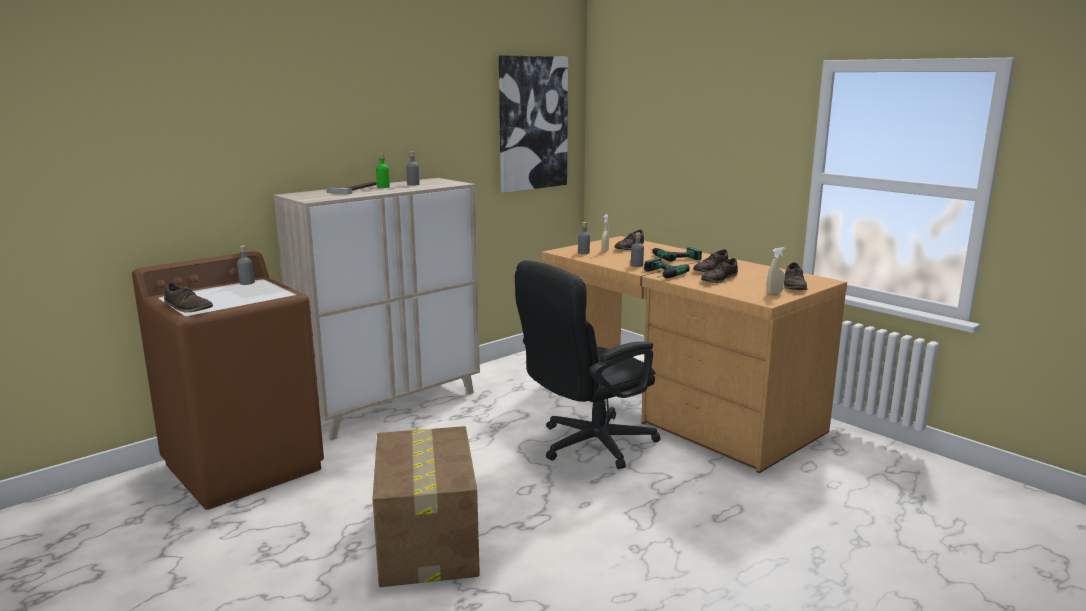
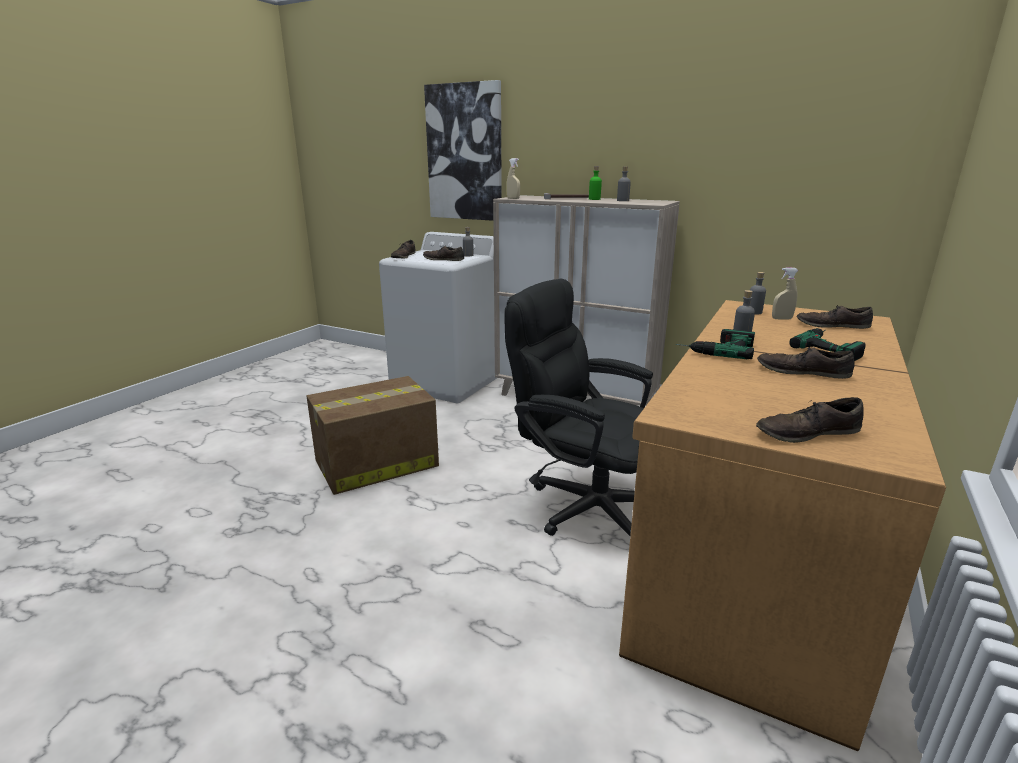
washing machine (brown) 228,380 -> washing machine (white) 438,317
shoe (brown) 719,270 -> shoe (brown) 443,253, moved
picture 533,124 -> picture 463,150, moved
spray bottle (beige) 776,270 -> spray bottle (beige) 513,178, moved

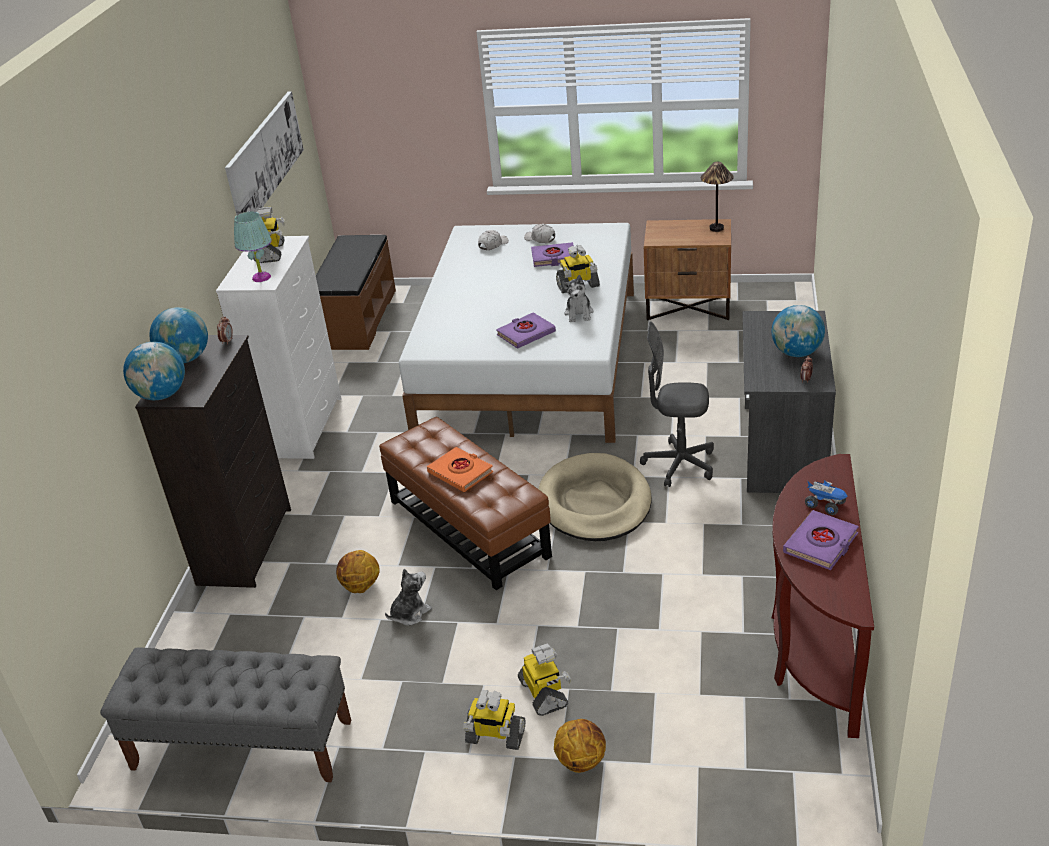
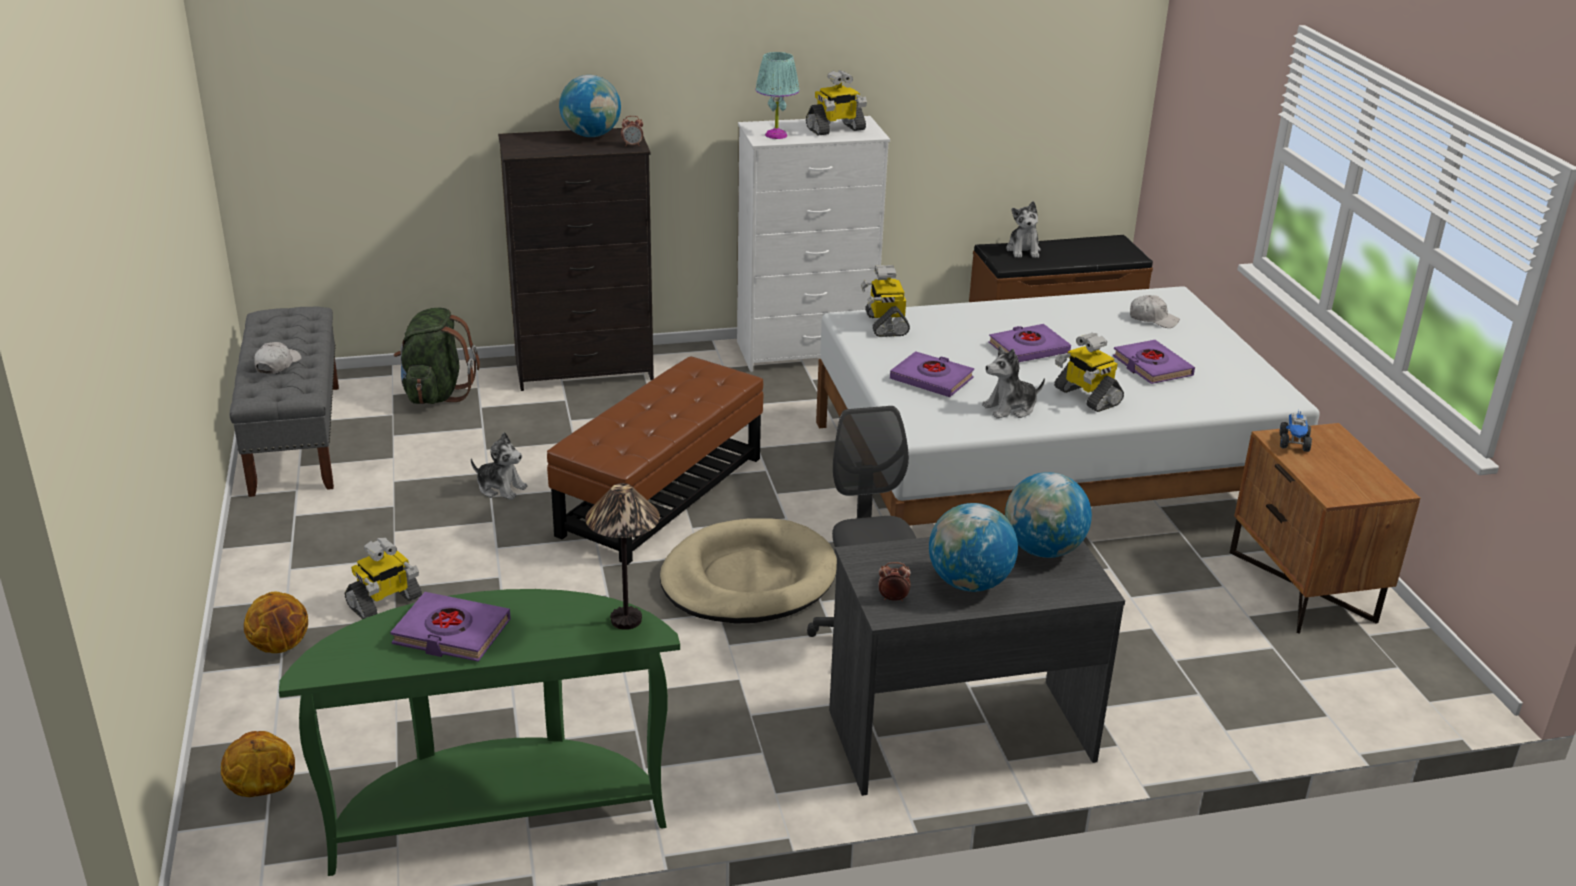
basketball 358,571 -> basketball 258,764, moved
cap (white) 539,233 -> cap (white) 277,358, moved
console table (brown) 823,596 -> console table (green) 479,732
none -> backpack (green) 437,355
table lamp 717,197 -> table lamp 622,556, moved
toy robot 494,720 -> toy robot 885,301, moved
none -> book (purple) 1029,343
globe 154,371 -> globe 1048,515, moved
none -> plush toy 1023,229
toy truck 826,497 -> toy truck 1295,431, moved
picture 264,153 -> none
book (orange) 460,469 -> none

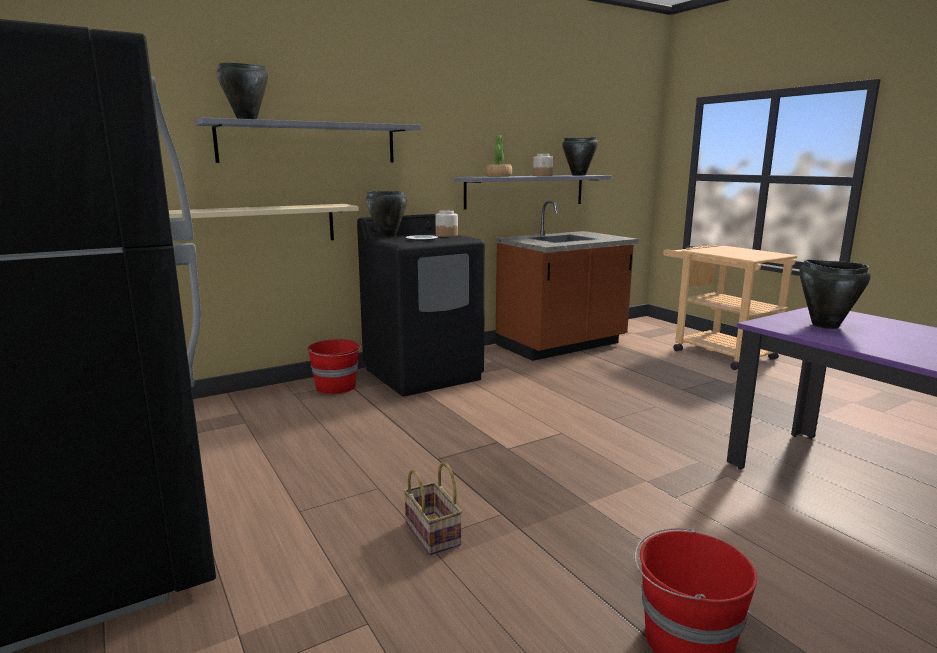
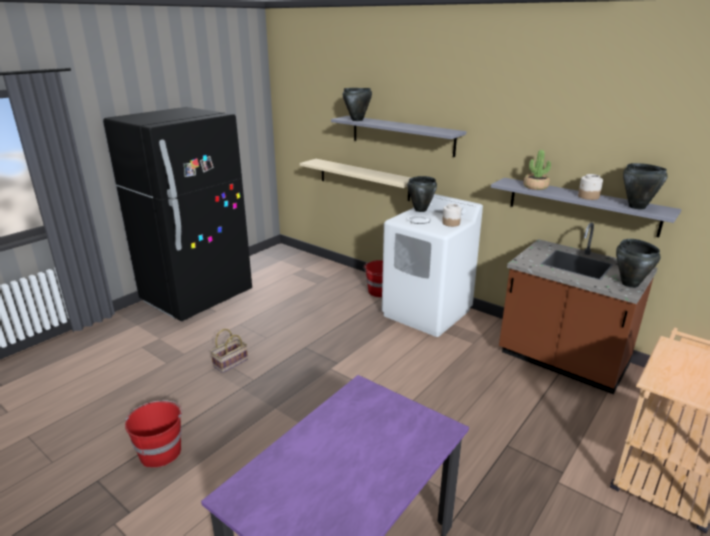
washing machine (black) 421,305 -> washing machine (white) 432,265
cooking pot (black) 835,294 -> cooking pot (black) 638,263, moved

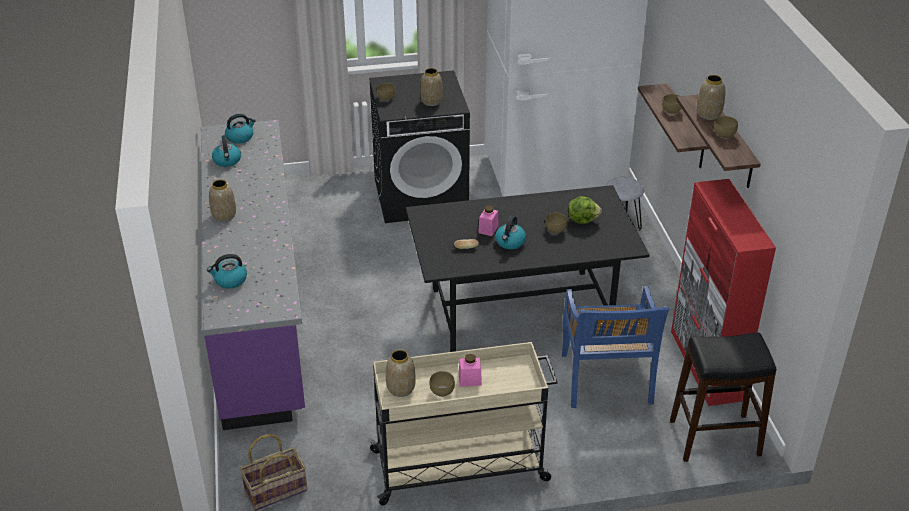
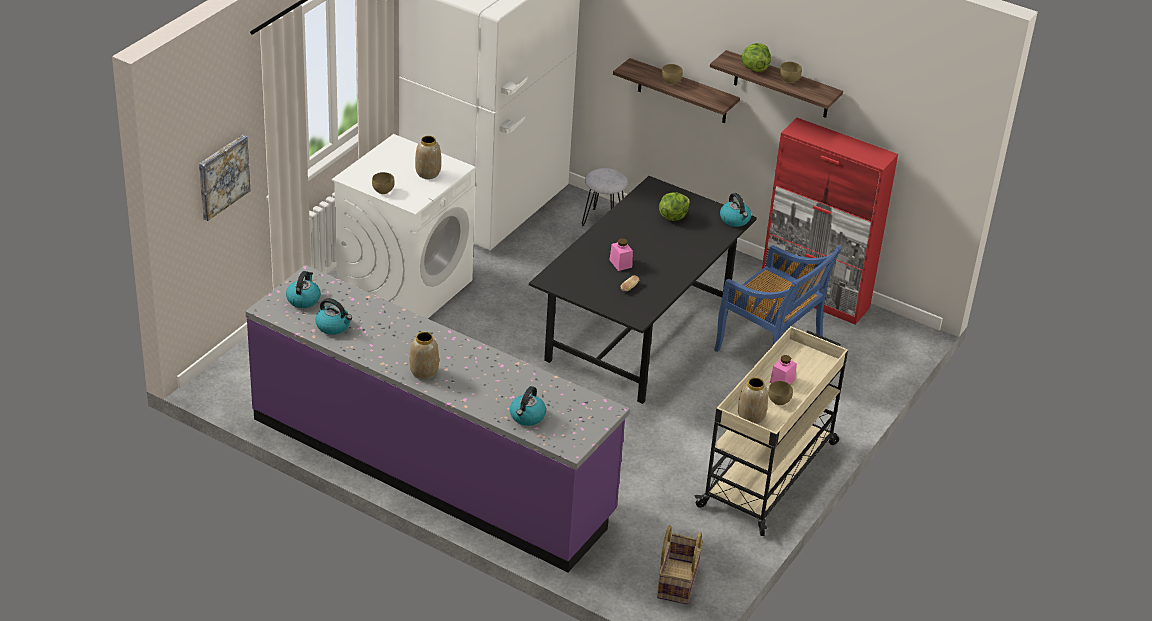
none -> picture 225,178
washing machine (black) 419,146 -> washing machine (white) 403,226
kettle 510,232 -> kettle 735,210, moved
vase 711,97 -> lettuce 756,57
bowl (brown) 556,223 -> none
stool (black) 723,397 -> none

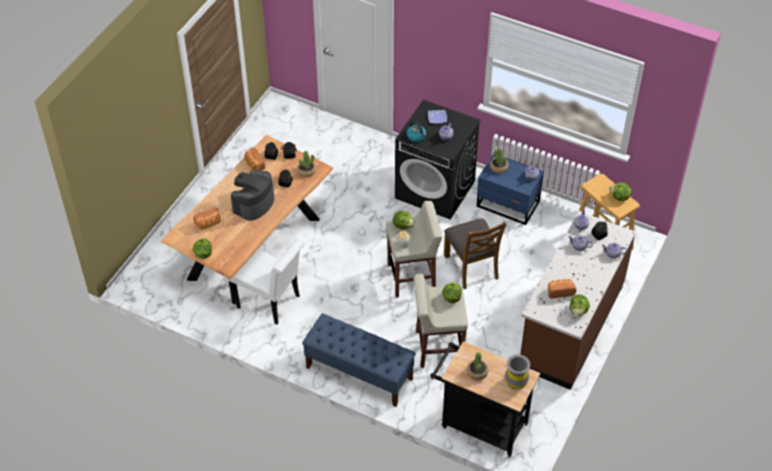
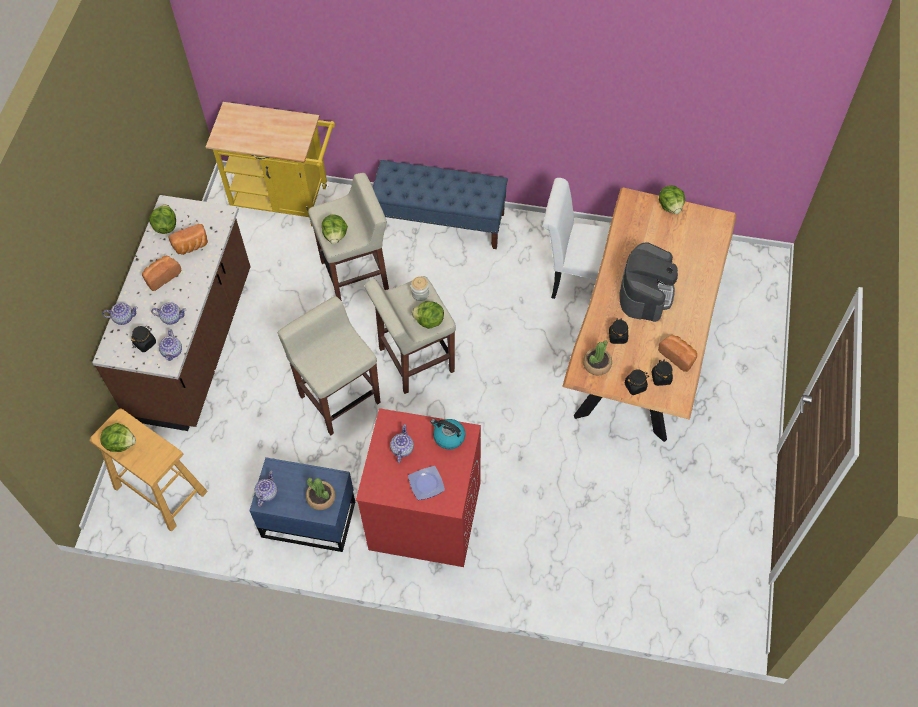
bread 207,218 -> bread 161,273, moved
cart (black) 485,399 -> cart (yellow) 270,164
chair (brown) 475,254 -> stool (beige) 329,365
washing machine (black) 437,159 -> washing machine (red) 418,487
potted plant 478,366 -> none
vase (grey) 518,372 -> none

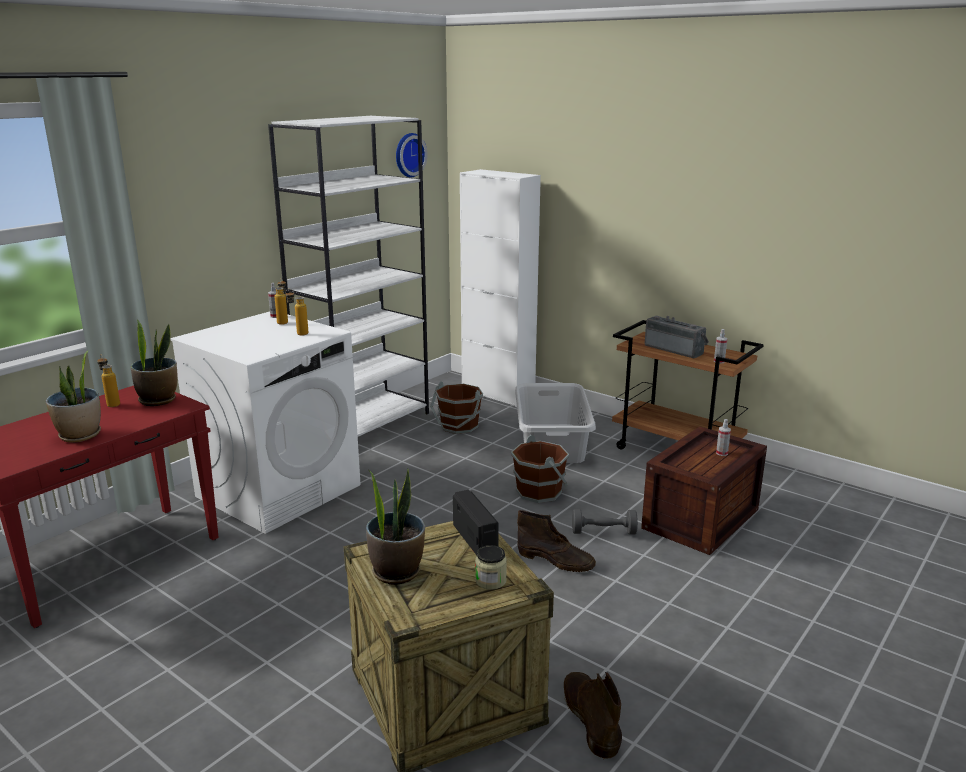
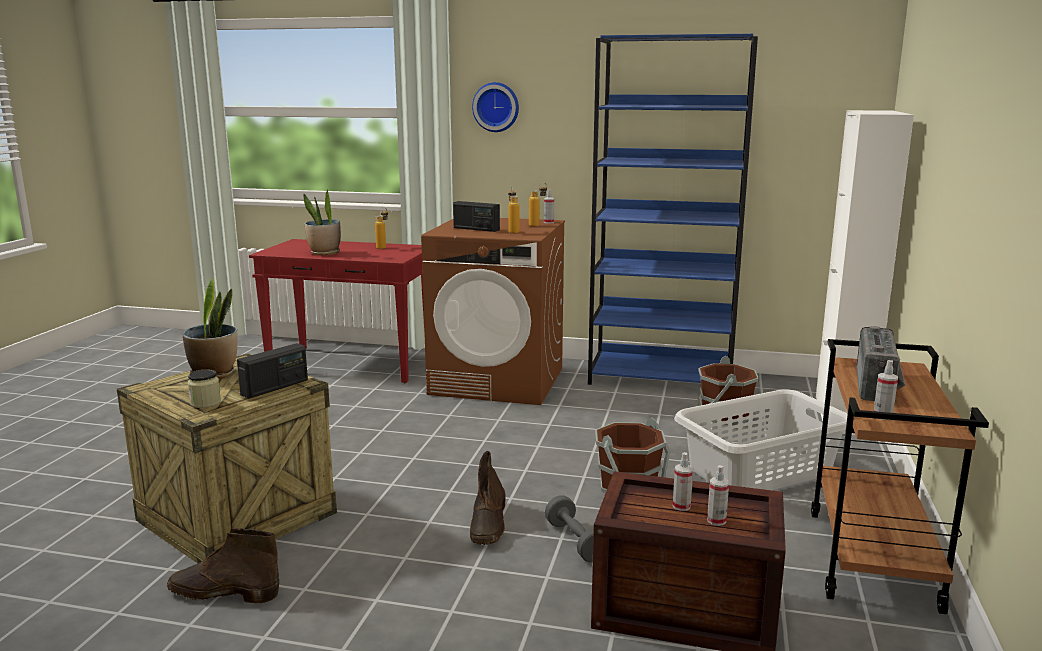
boot (brown) 593,715 -> boot (brown) 223,565, 135 degrees counterclockwise
washing machine (white) 265,422 -> washing machine (brown) 493,311
none -> radio 476,216
wall clock 411,155 -> wall clock 495,107, moved
bookcase (white) 348,276 -> bookcase (blue) 673,209
none -> spray bottle 683,481
potted plant 154,363 -> none

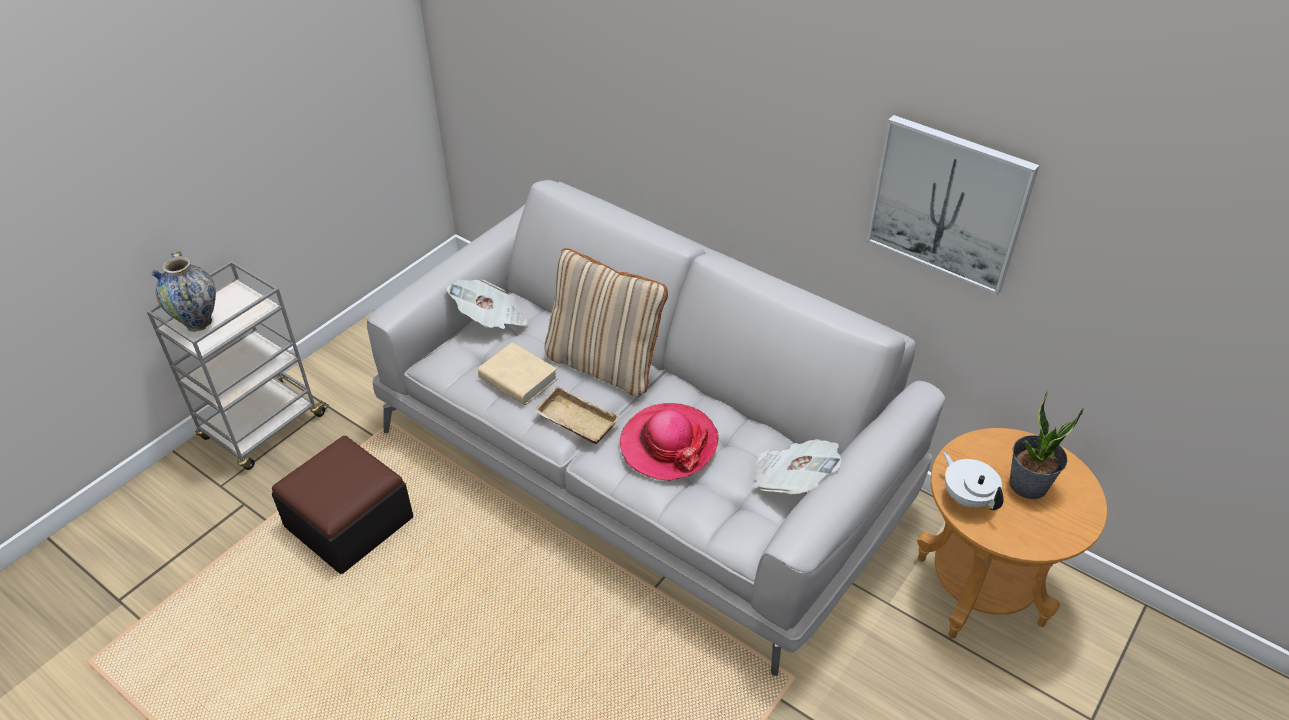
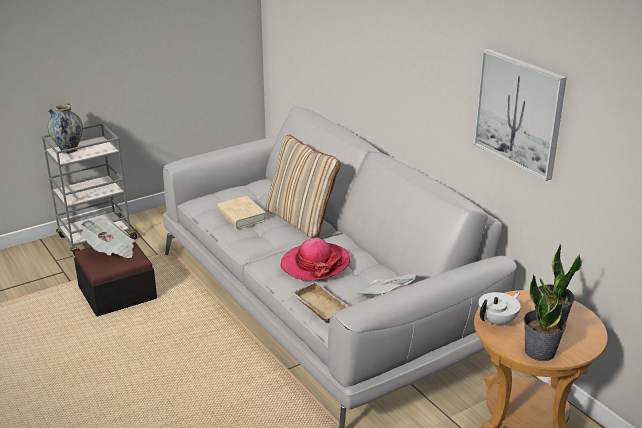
newspaper 487,304 -> newspaper 108,238, moved
tray (beige) 576,415 -> tray (beige) 320,302, moved
teapot (white) 973,481 -> teapot (white) 499,309, 60 degrees clockwise
none -> potted plant 545,318

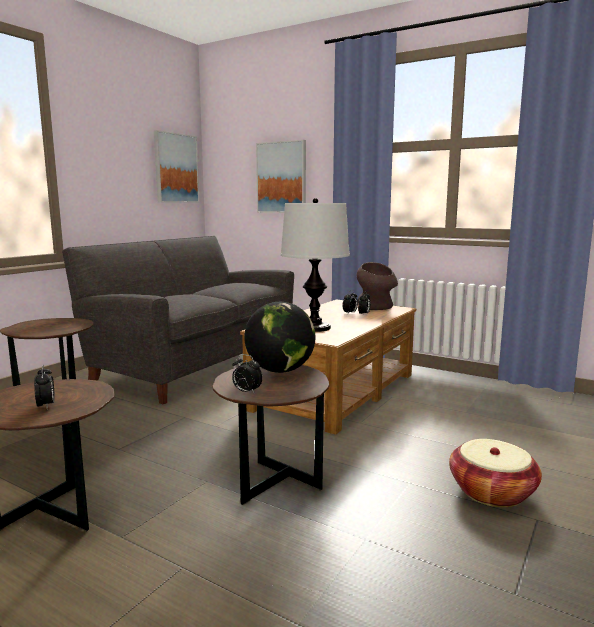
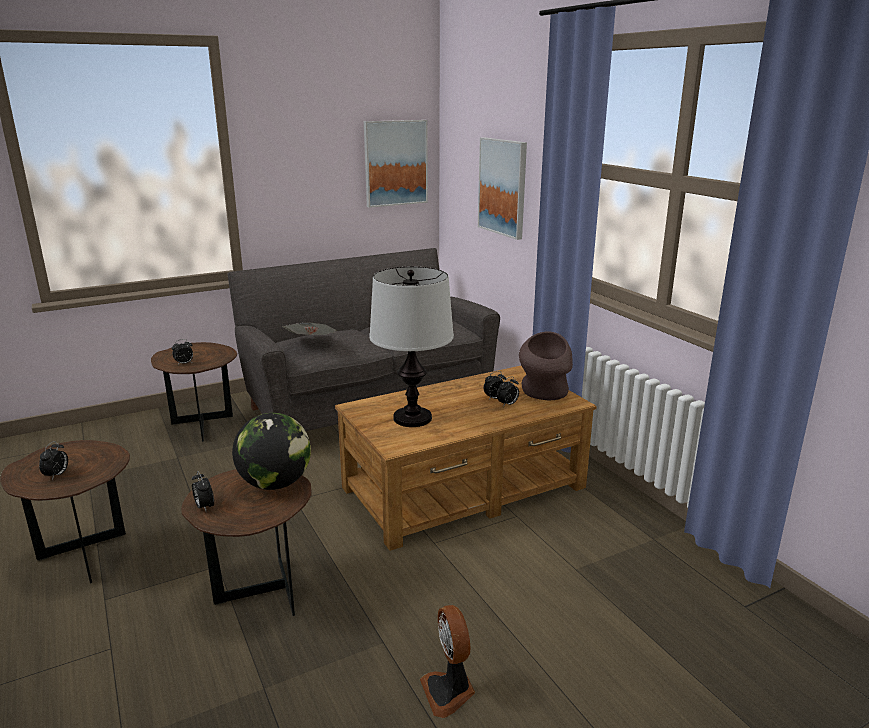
none -> alarm clock 182,352
none -> newspaper 309,329
basket 495,473 -> fan 447,661

